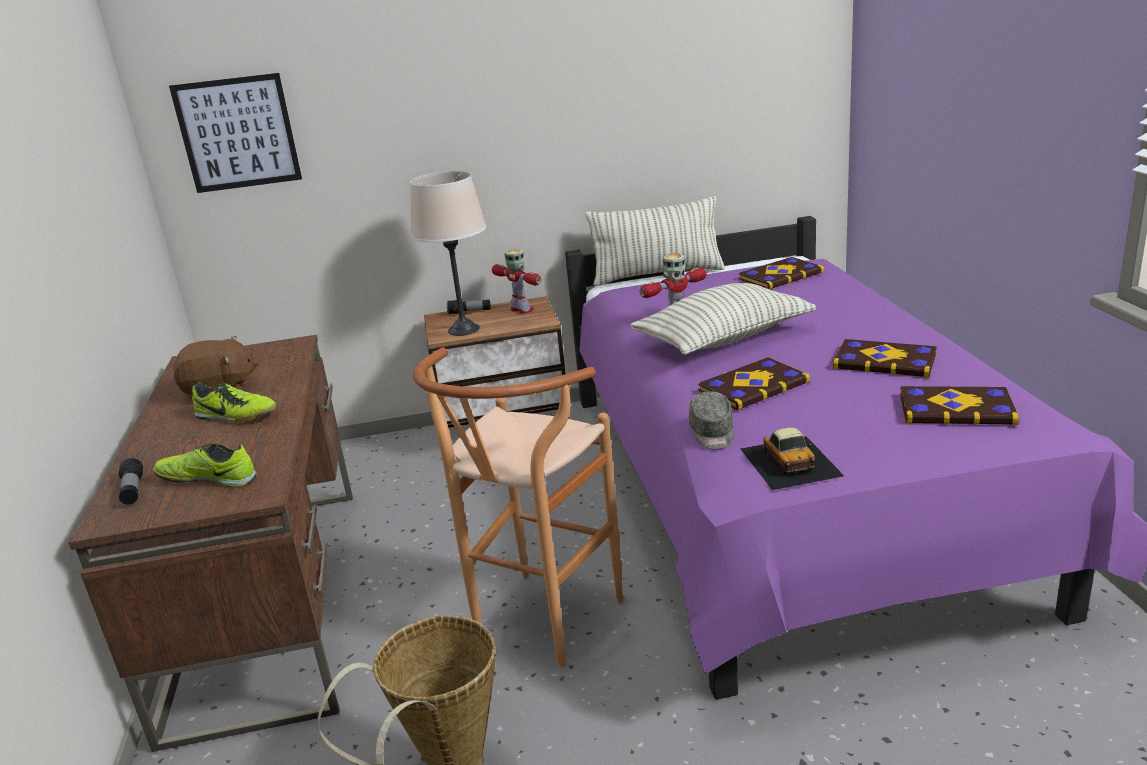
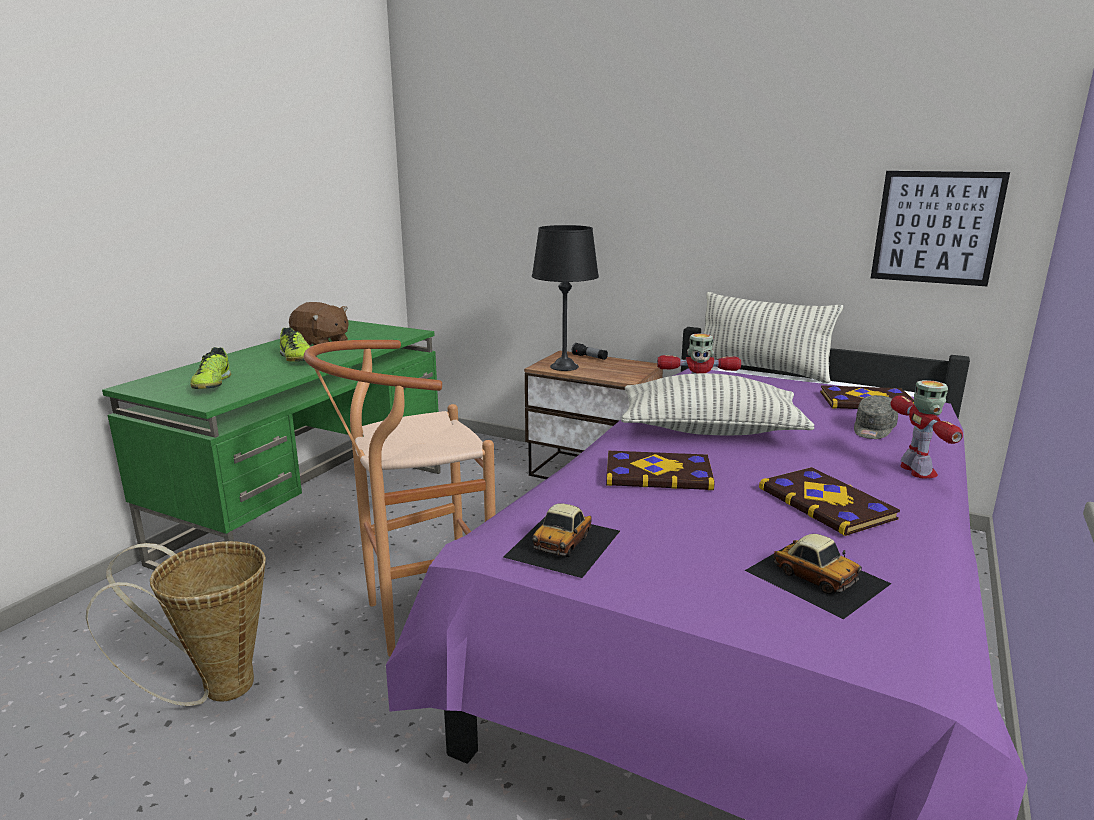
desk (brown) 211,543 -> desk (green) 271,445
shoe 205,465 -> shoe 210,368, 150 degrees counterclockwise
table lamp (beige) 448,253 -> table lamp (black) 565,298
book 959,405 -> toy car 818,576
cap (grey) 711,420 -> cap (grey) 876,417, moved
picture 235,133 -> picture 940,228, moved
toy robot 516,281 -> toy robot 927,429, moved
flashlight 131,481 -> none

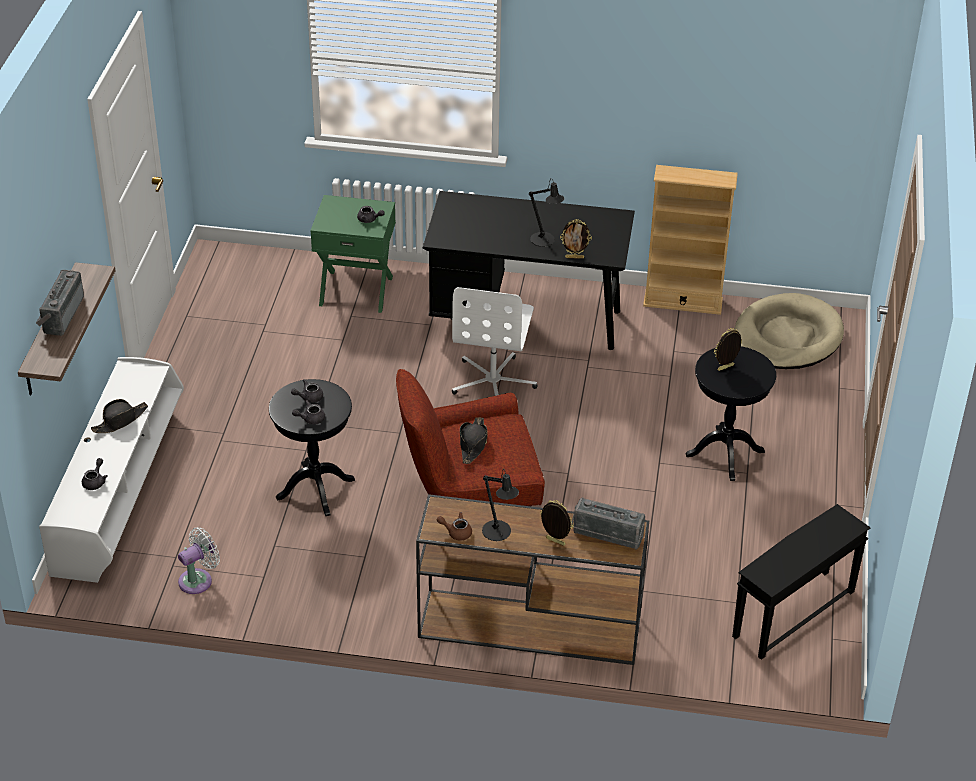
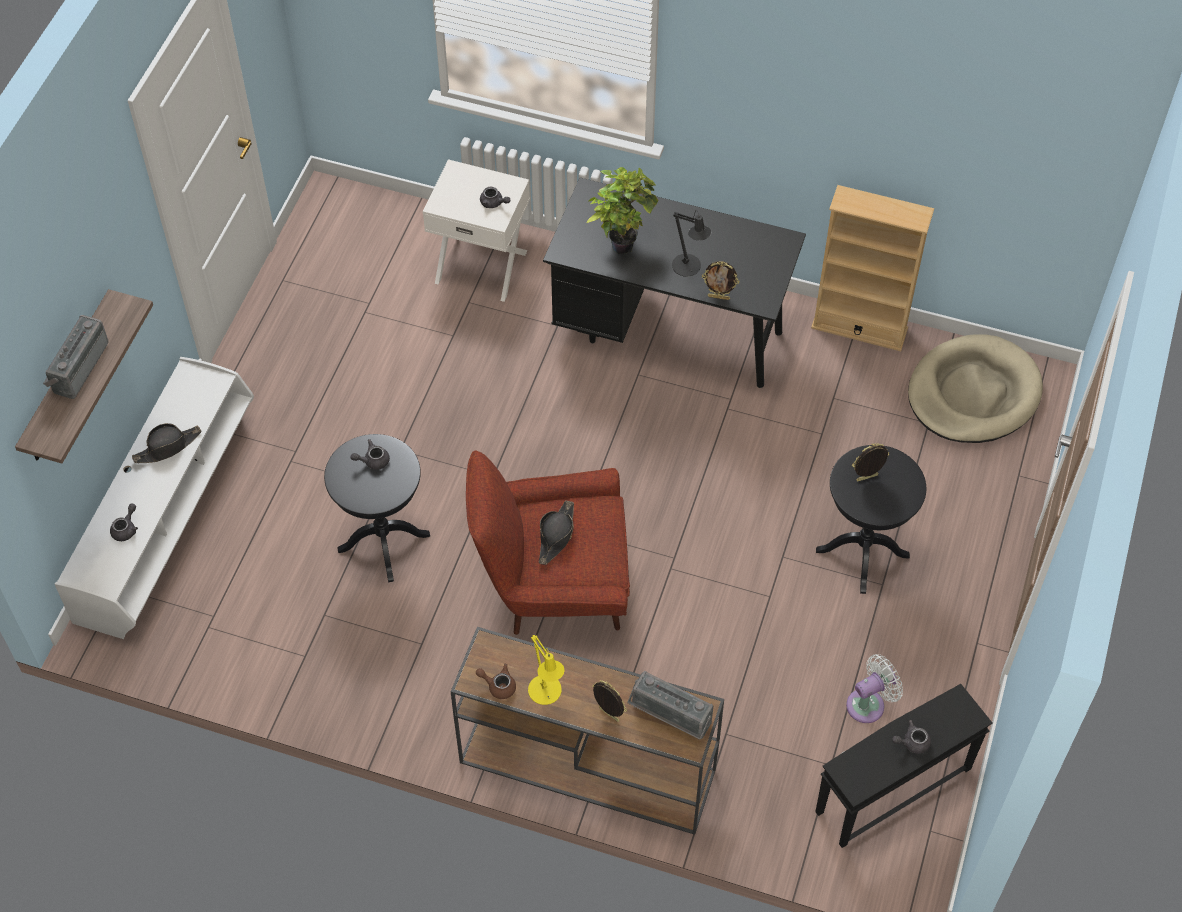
nightstand (green) 353,254 -> nightstand (white) 476,230
table lamp (black) 500,505 -> table lamp (yellow) 546,670
none -> potted plant 622,210
fan (white) 199,560 -> fan (white) 874,688, moved
teapot (grey) 308,412 -> teapot (grey) 911,737, moved
office chair (white) 495,341 -> none

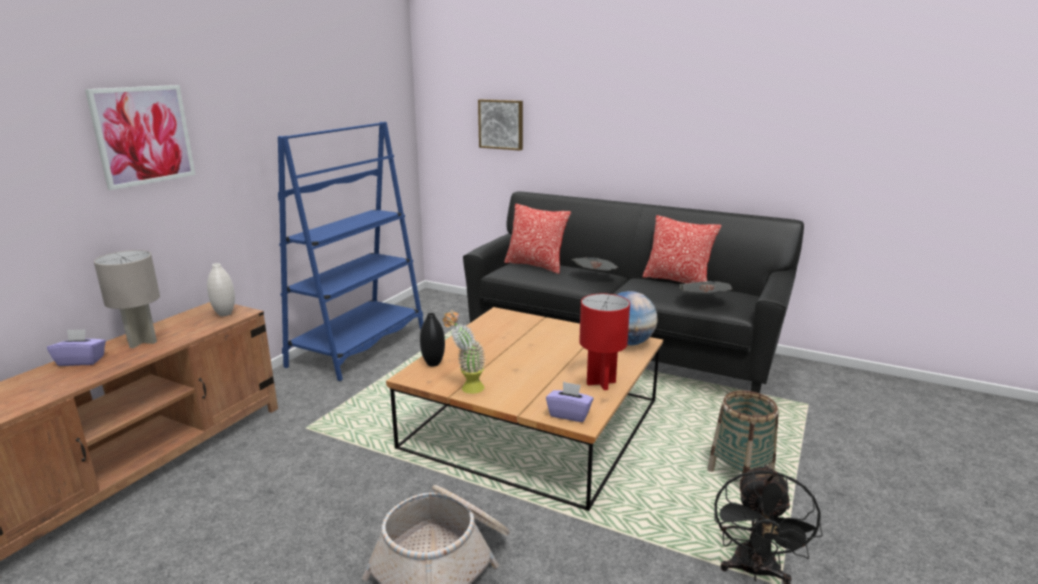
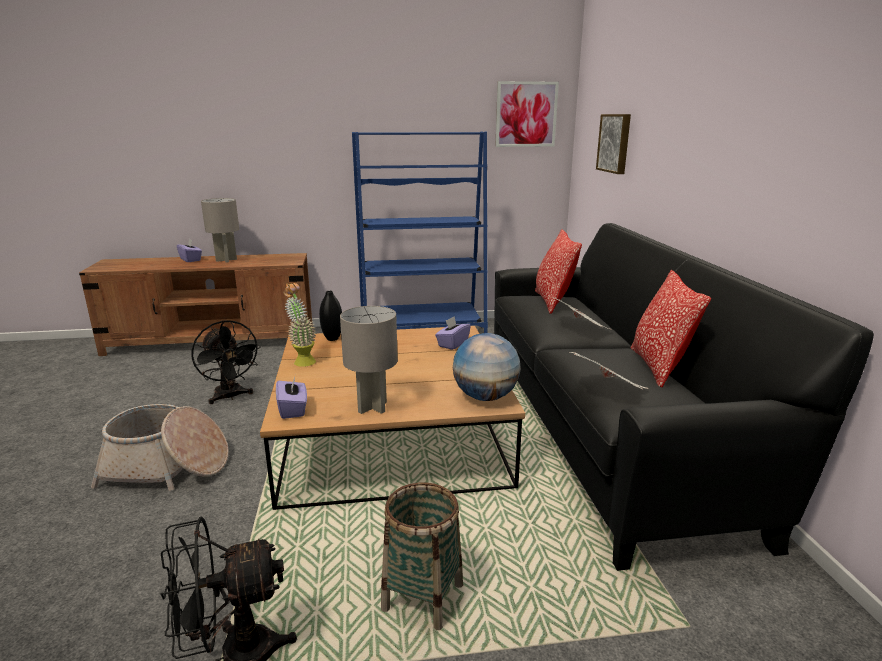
none -> fan (black) 226,362
table lamp (red) 604,341 -> table lamp (grey) 369,360
none -> tissue box (purple) 453,333
picture 140,137 -> picture 527,114, moved
vase (white) 221,289 -> none

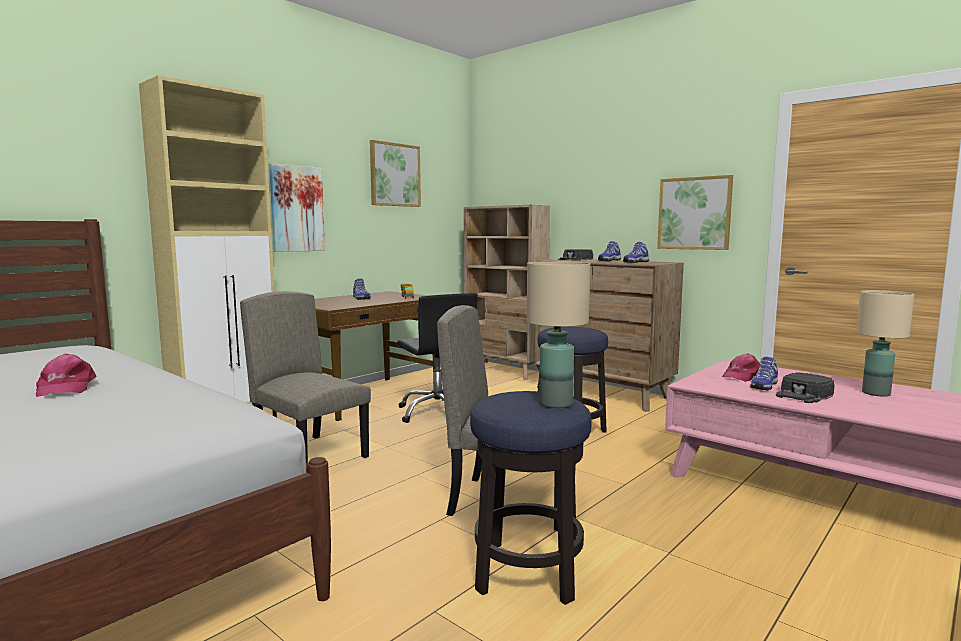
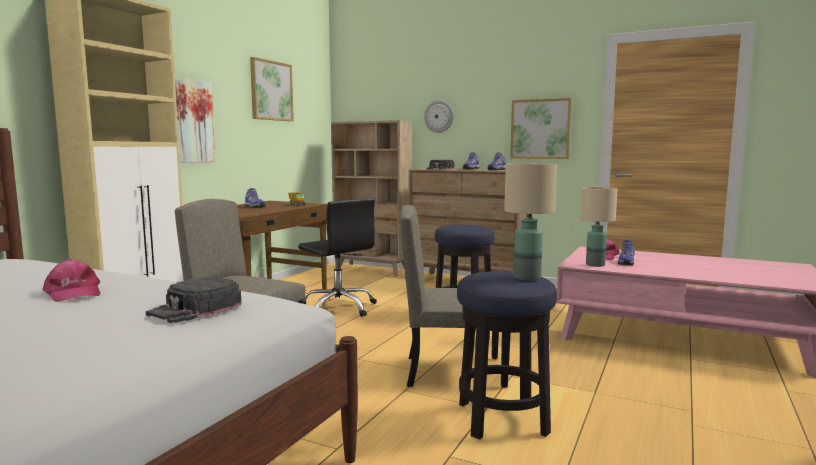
cap (black) 805,387 -> cap (black) 193,300, moved
none -> wall clock 438,116
table lamp (beige) 885,343 -> table lamp (beige) 599,227, moved

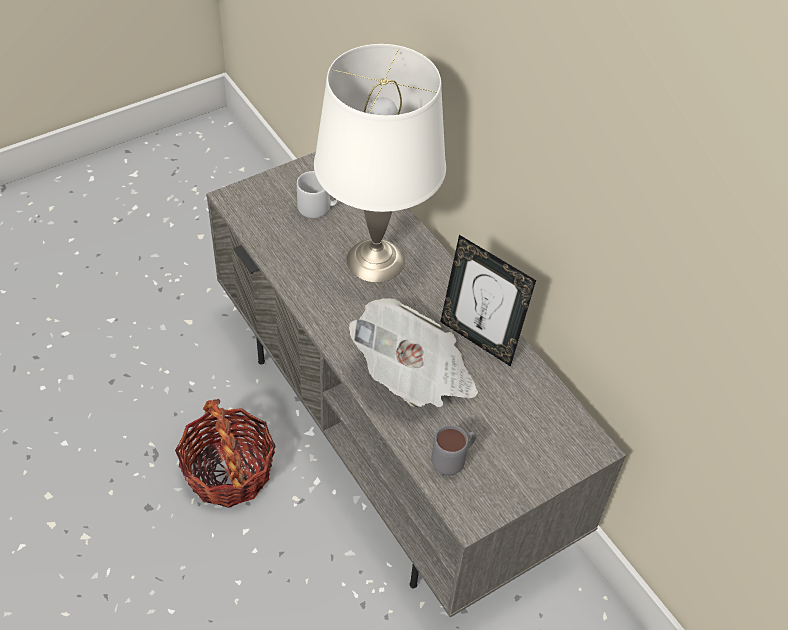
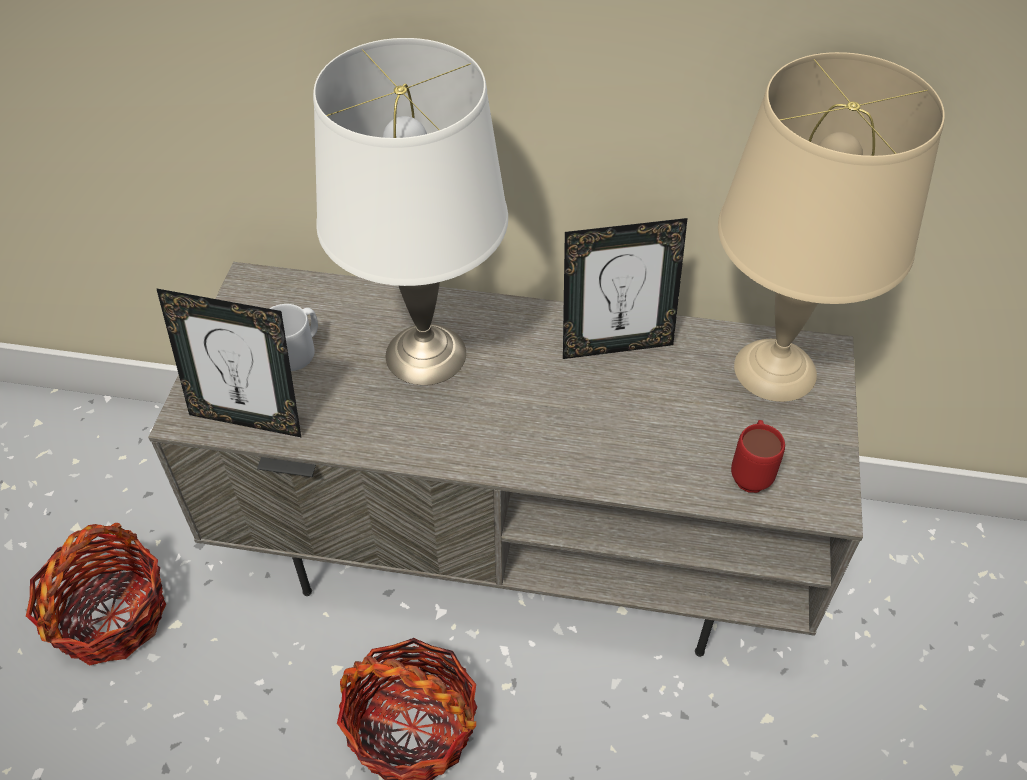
none -> basket 96,594
none -> picture frame 228,362
none -> table lamp (beige) 831,227
mug (grey) 454,450 -> mug (red) 758,456
newspaper 413,353 -> none

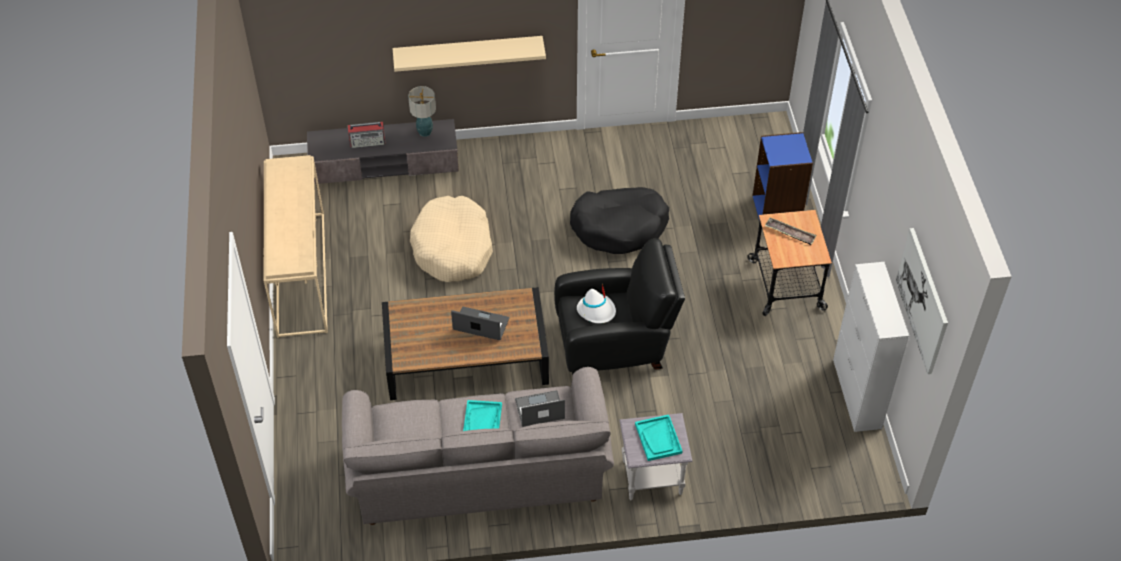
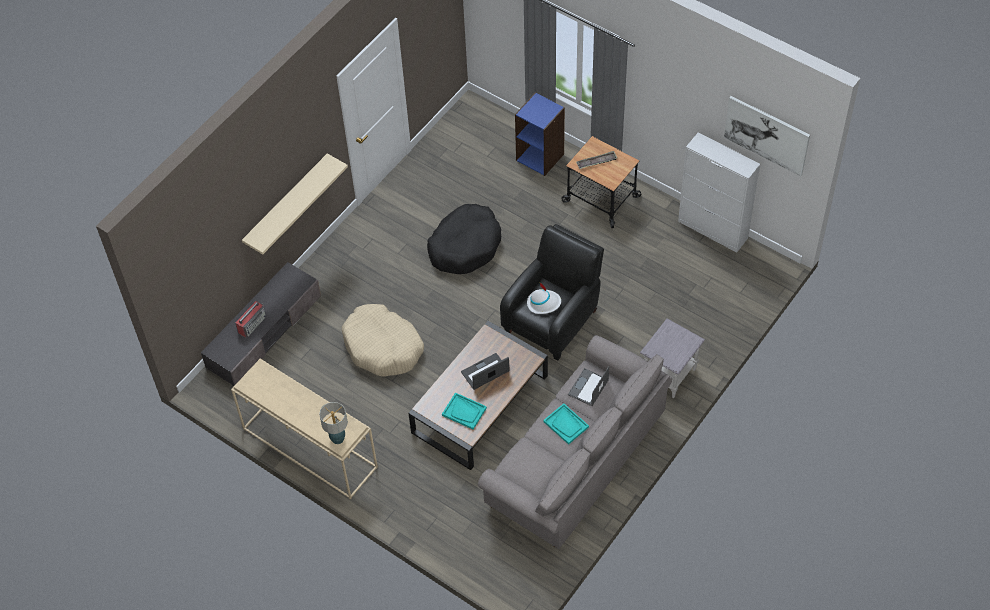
table lamp 422,111 -> table lamp 333,423, moved
tray (turquoise) 659,438 -> tray (turquoise) 464,411, moved

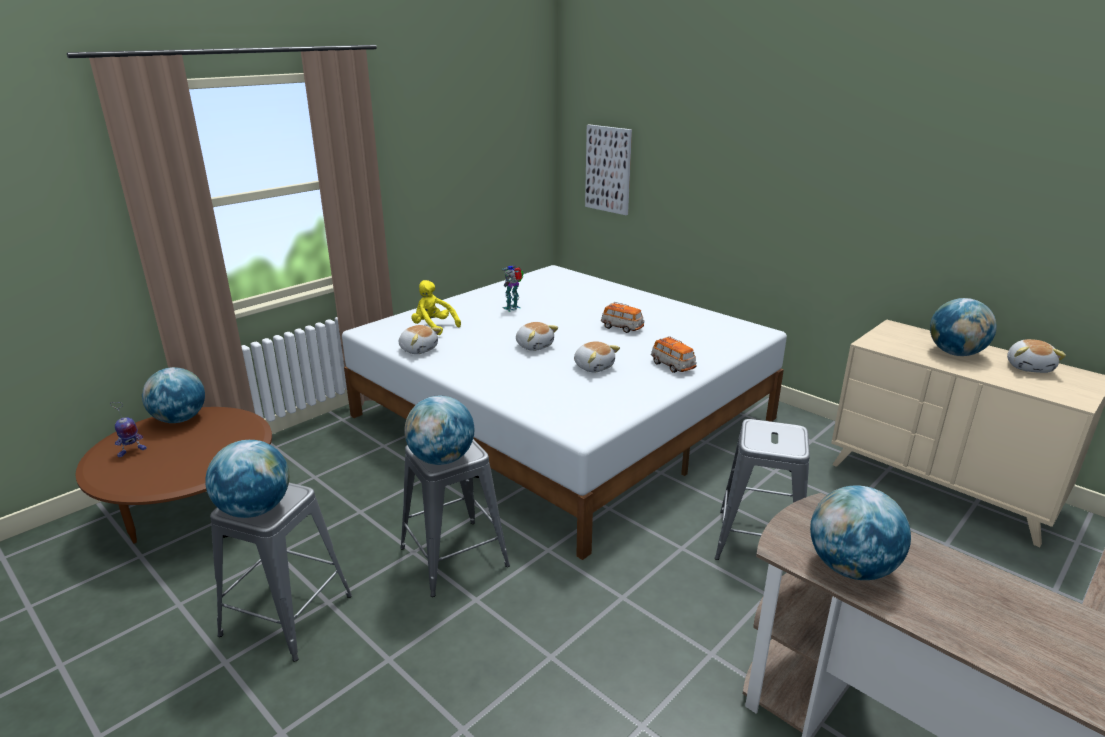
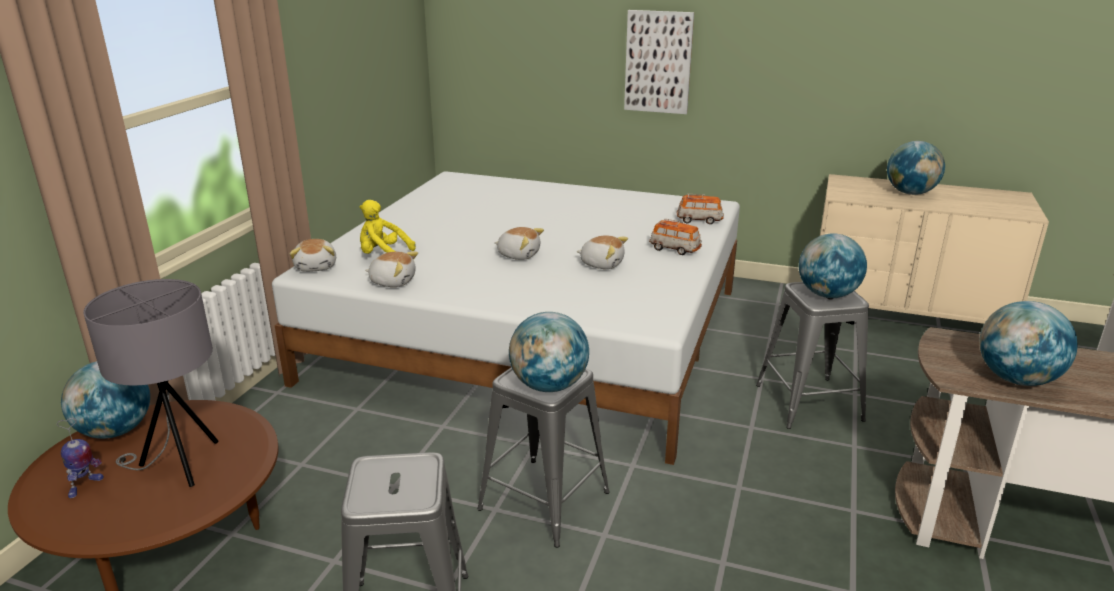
none -> table lamp (grey) 150,383
plush toy 1036,356 -> plush toy 313,255, moved
picture 608,169 -> picture 659,62, moved
toy car 622,317 -> toy car 700,209, moved
globe 247,479 -> globe 833,265, moved
toy robot 513,288 -> none

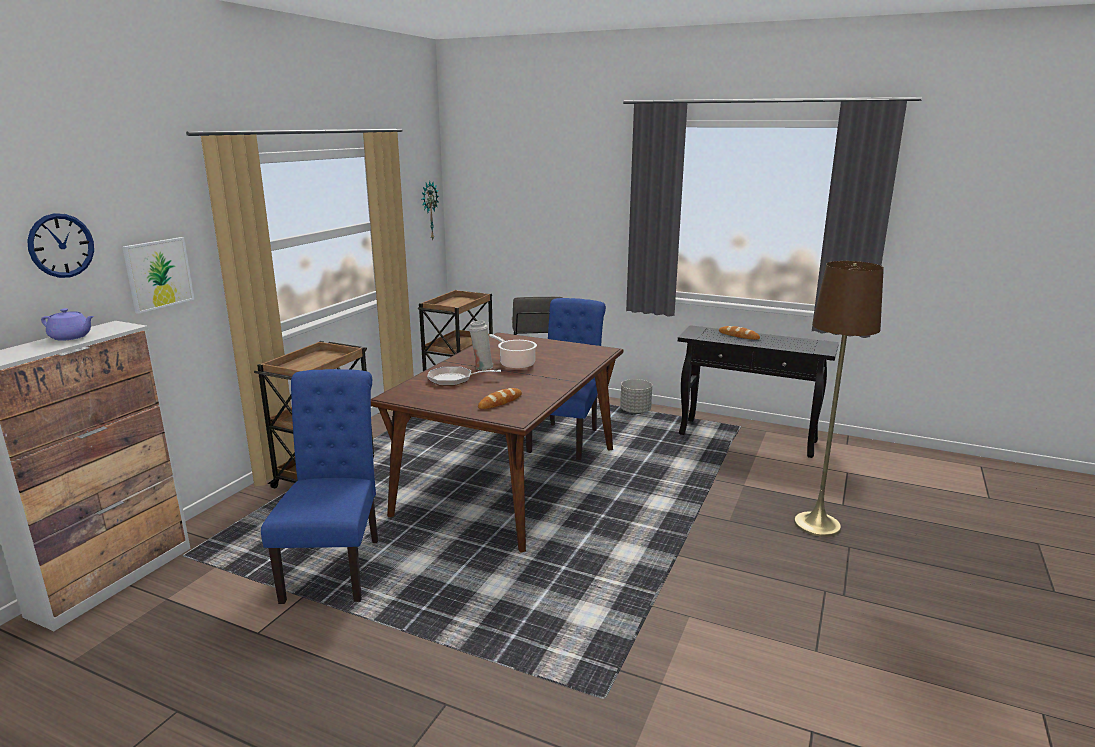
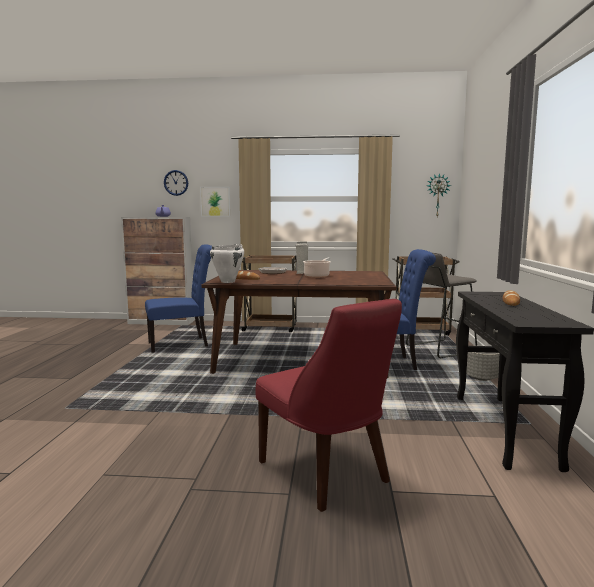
none -> cooking pot (white) 227,263
floor lamp (brown) 839,399 -> chair (red) 328,405

